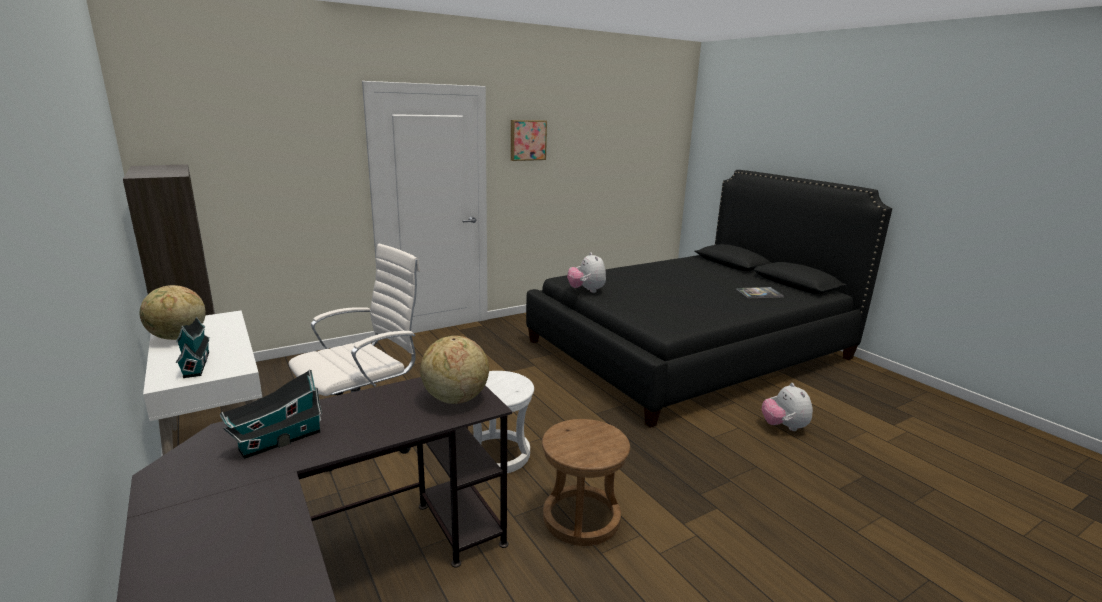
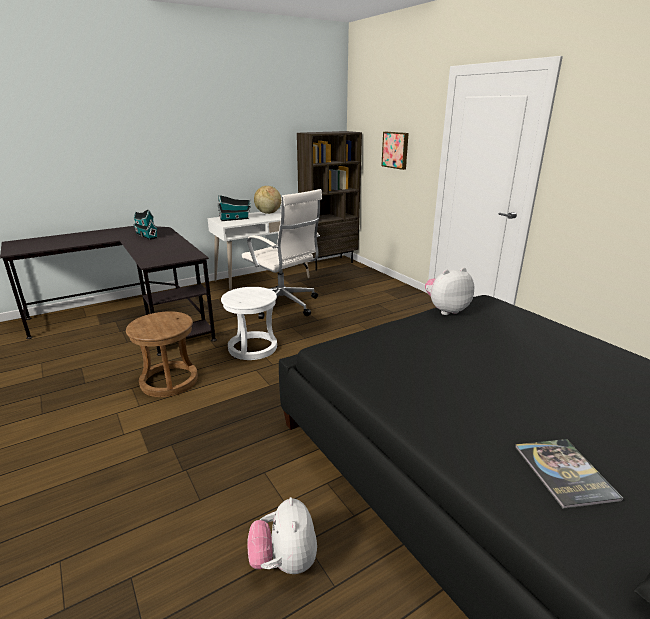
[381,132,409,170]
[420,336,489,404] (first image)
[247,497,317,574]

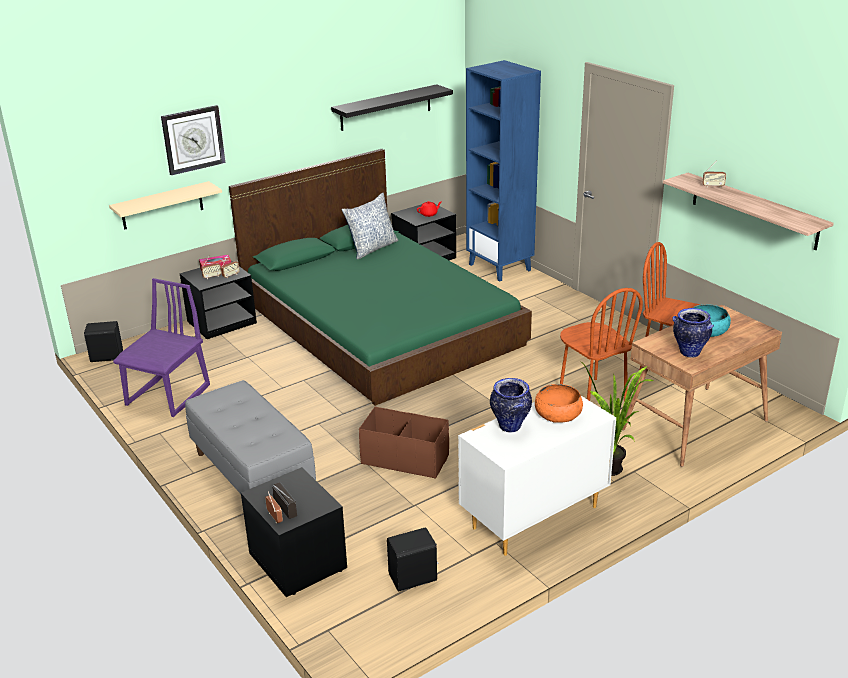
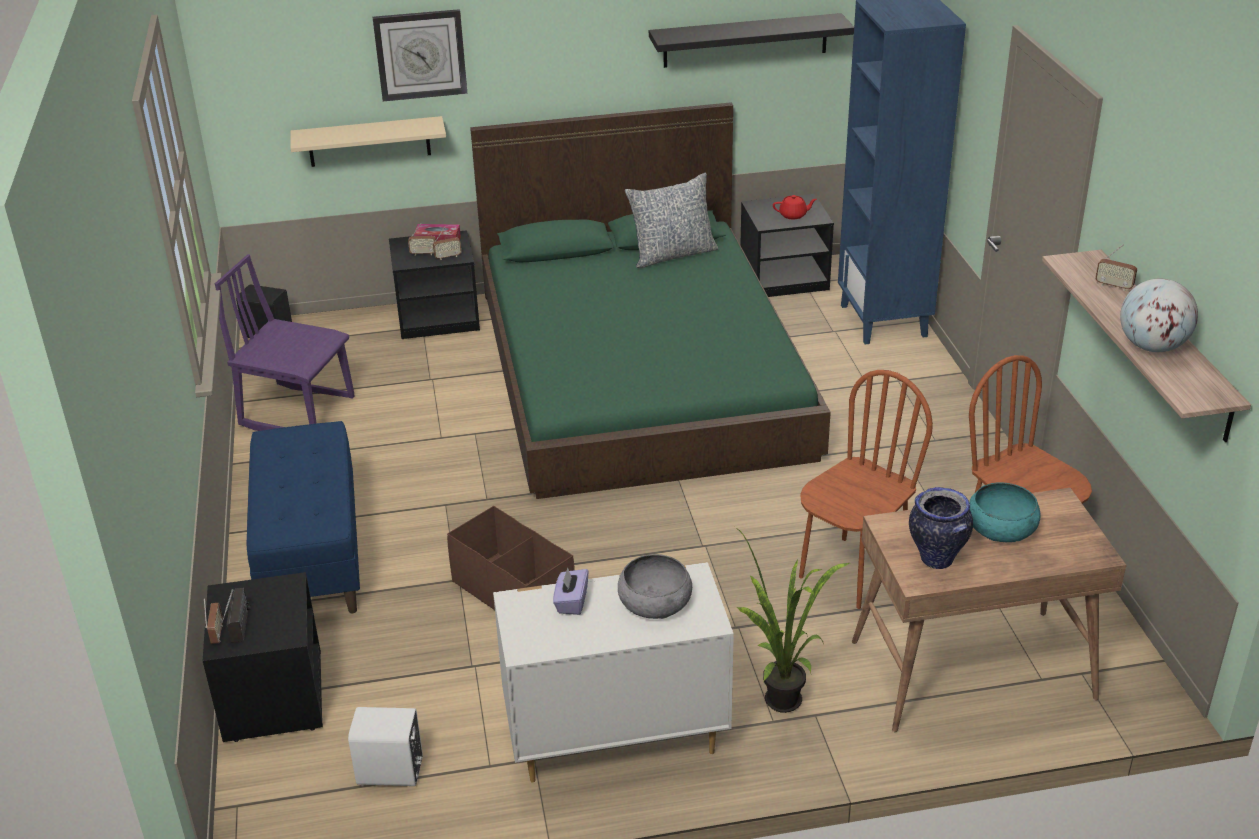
[215,254,355,431]
[799,370,933,609]
[553,567,589,615]
[246,421,360,613]
[618,554,692,619]
[348,707,423,786]
[1120,278,1198,352]

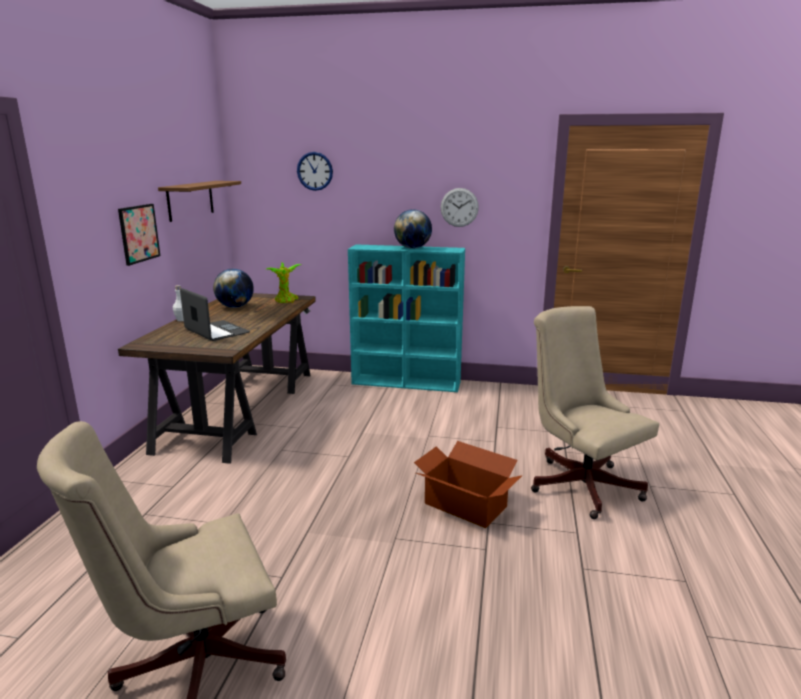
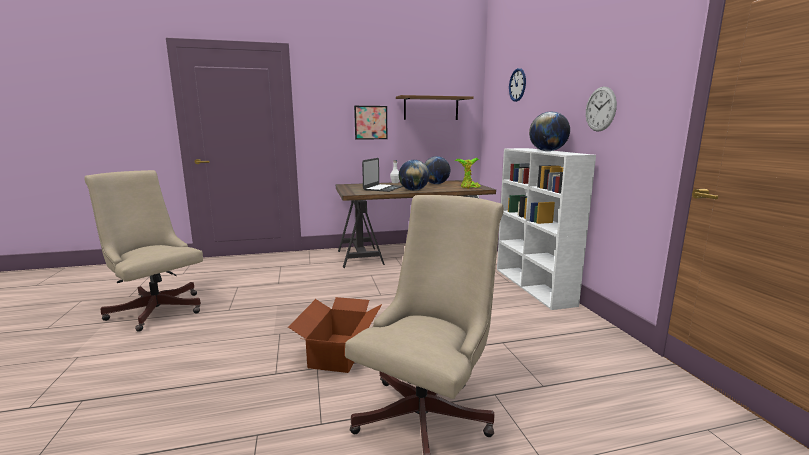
[497,148,596,310]
[399,160,429,191]

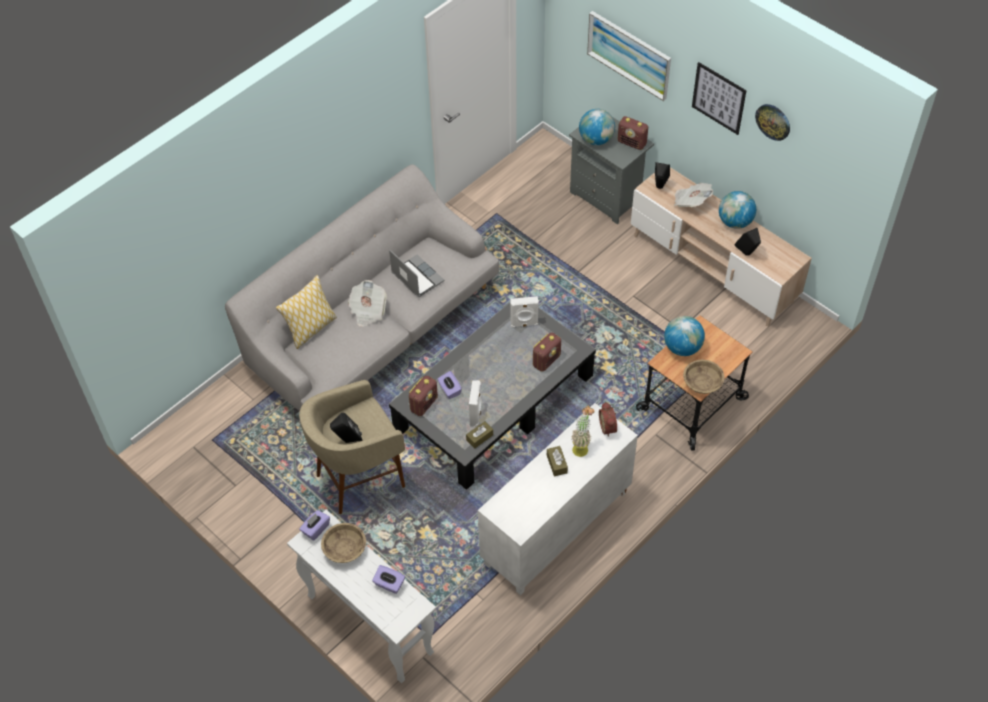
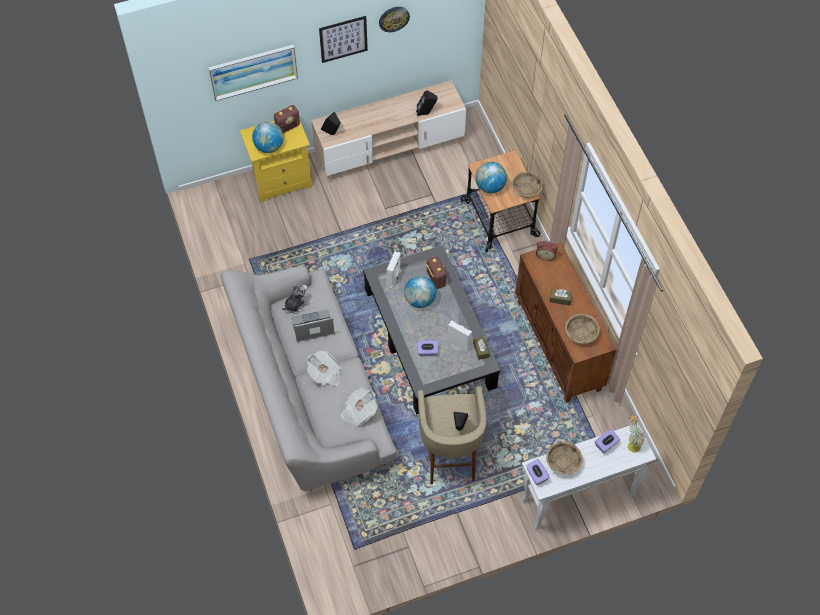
[240,121,312,202]
[341,388,377,427]
[404,276,437,308]
[276,275,337,349] (first image)
[409,376,438,416] (first image)
[515,242,616,402]
[628,414,646,452]
[282,285,309,314]
[565,314,600,344]

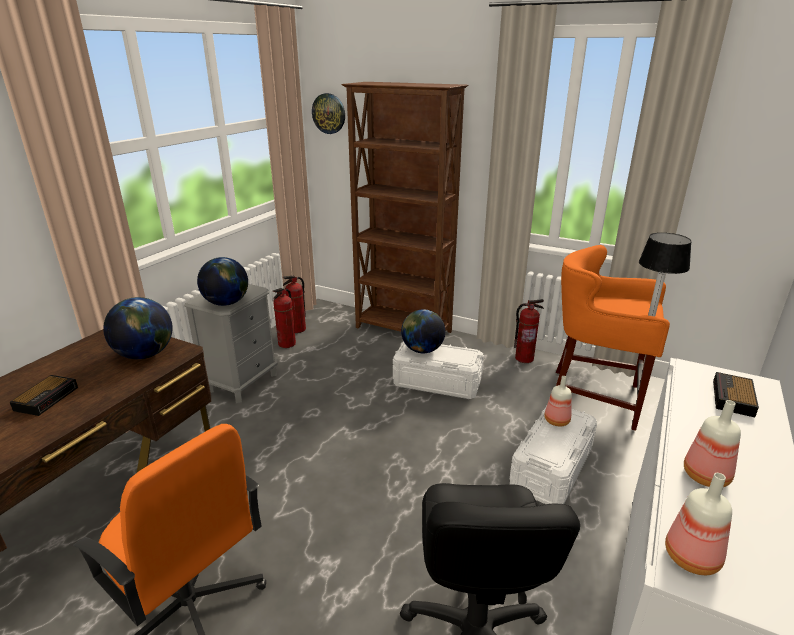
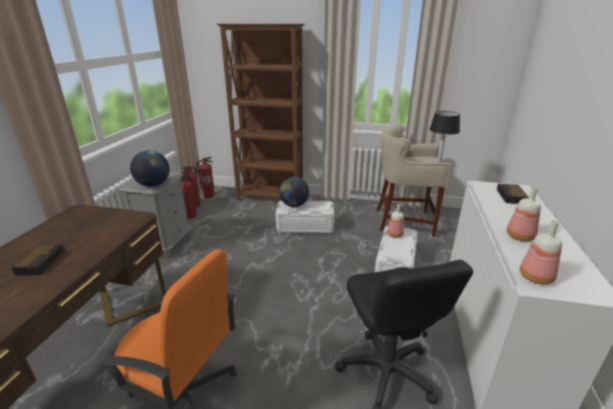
[312,93,345,134] (first image)
[377,124,452,237]
[103,297,173,359] (first image)
[197,157,215,198]

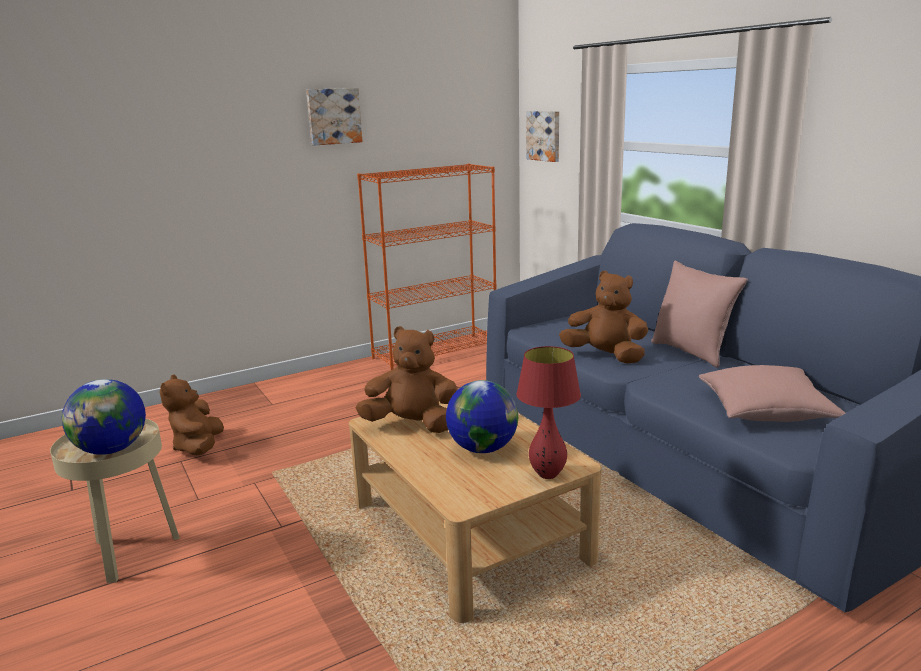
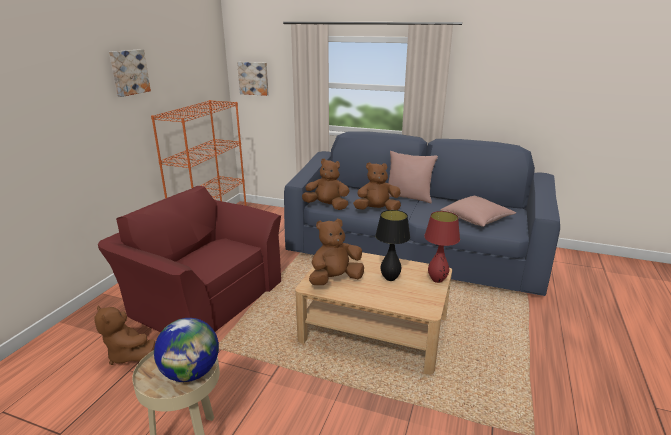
[375,210,410,281]
[302,158,350,210]
[98,186,281,333]

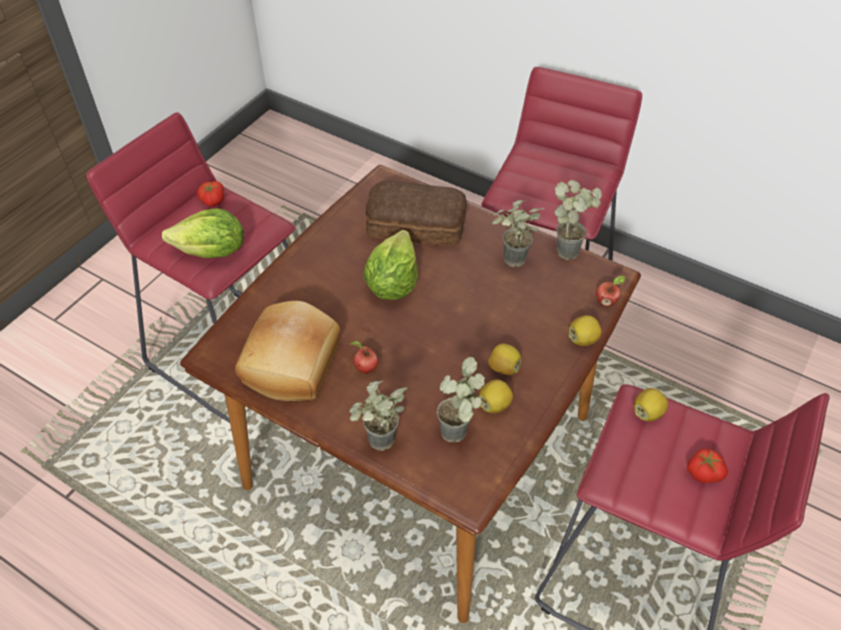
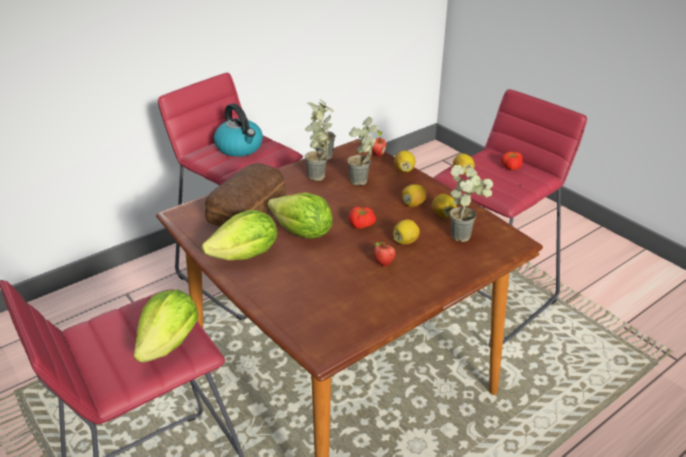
[348,206,376,229]
[235,301,341,401] (first image)
[347,117,378,185]
[214,103,263,157]
[202,210,277,260]
[393,219,420,245]

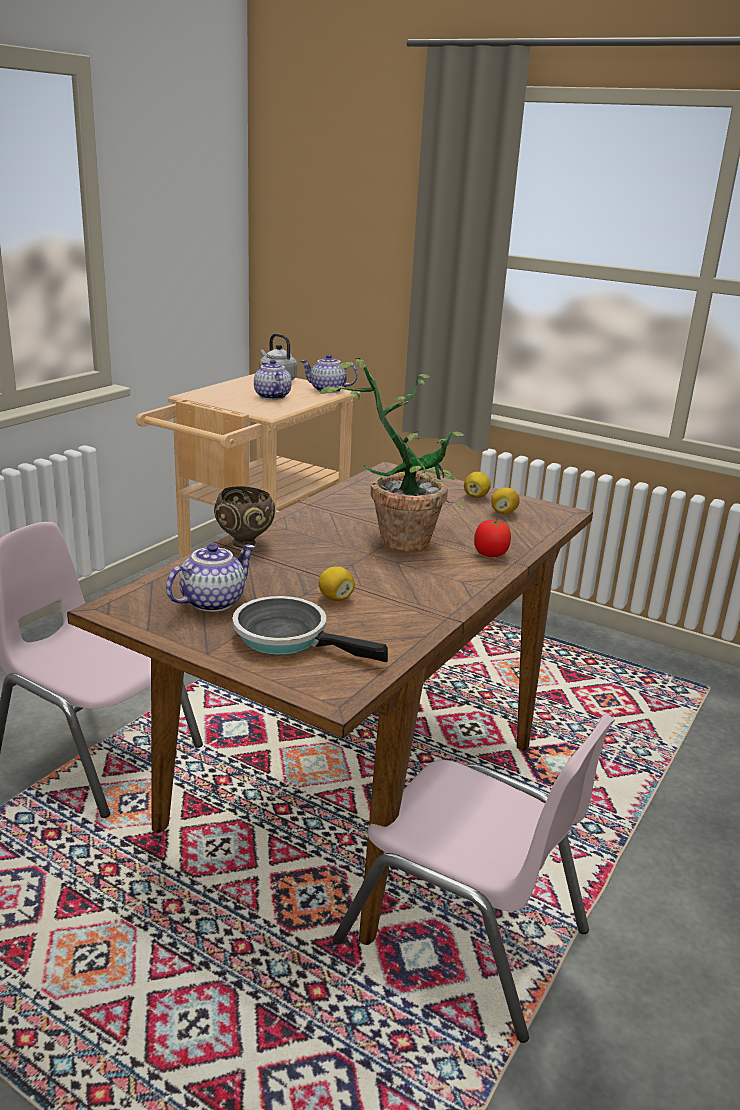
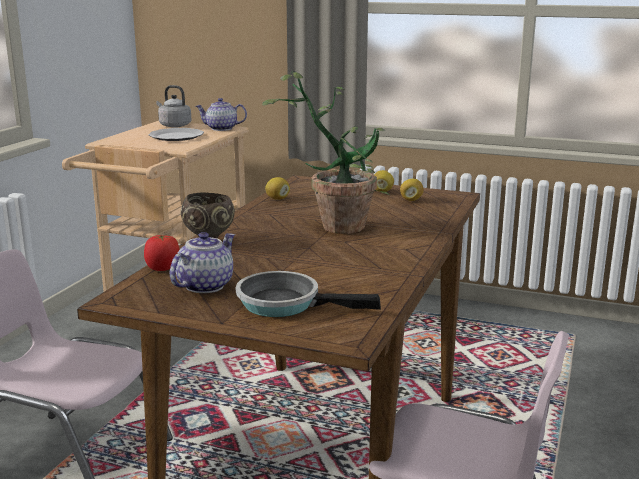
[148,128,204,141]
[144,235,180,271]
[265,177,290,200]

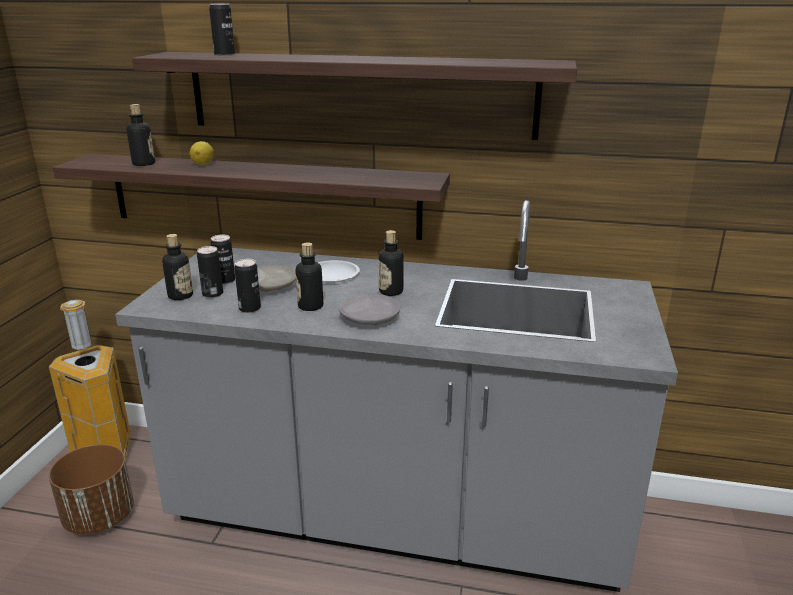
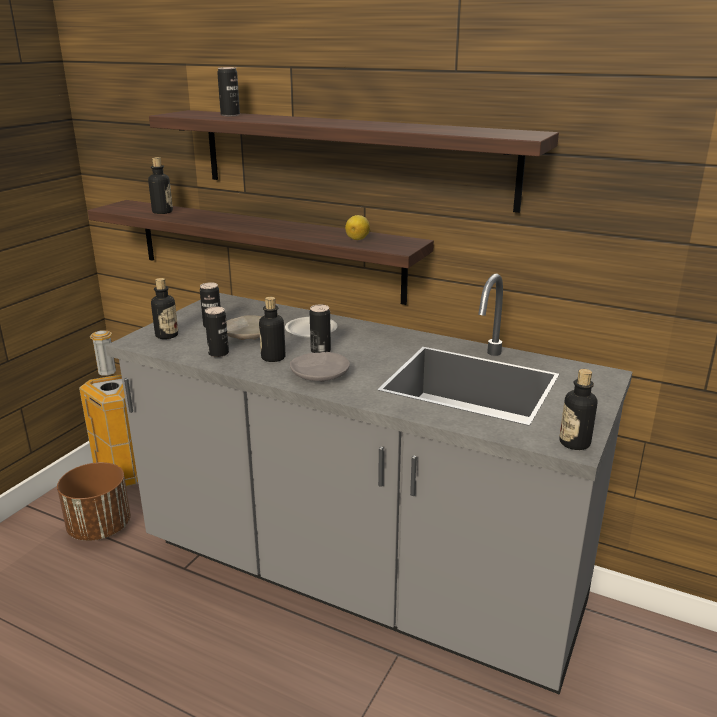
[345,215,370,240]
[559,369,597,450]
[310,304,331,353]

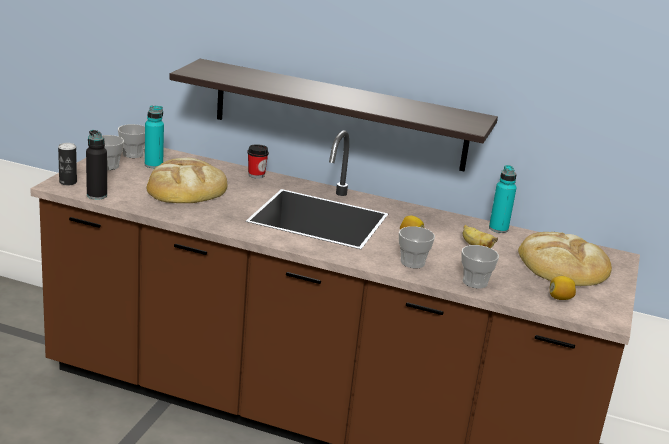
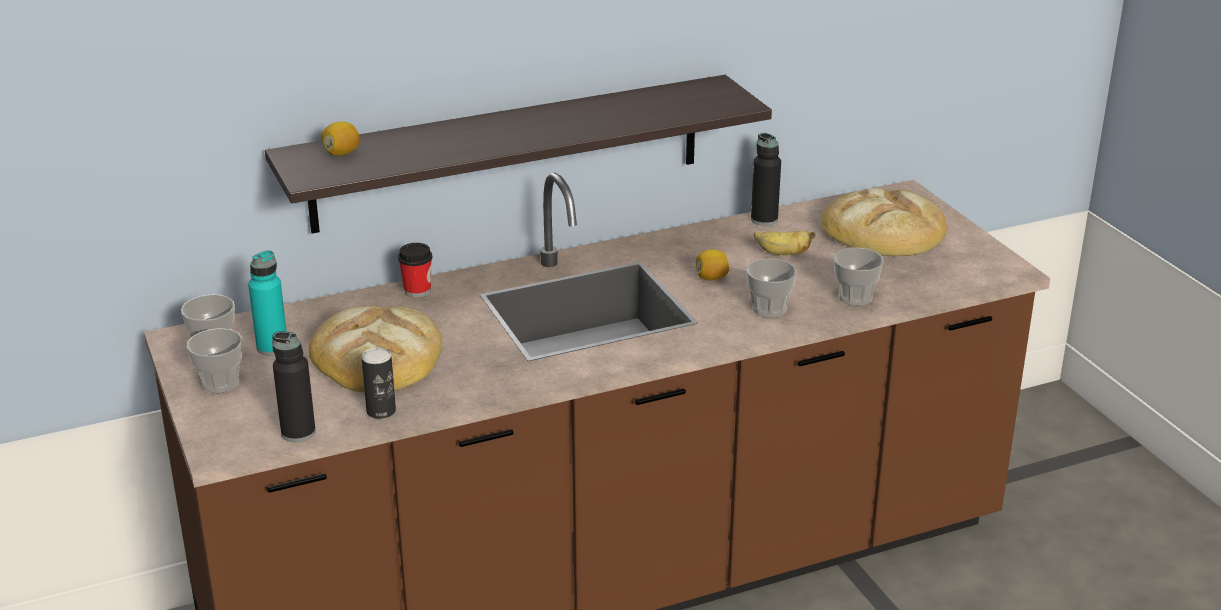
[362,347,396,419]
[751,133,781,226]
[321,122,360,156]

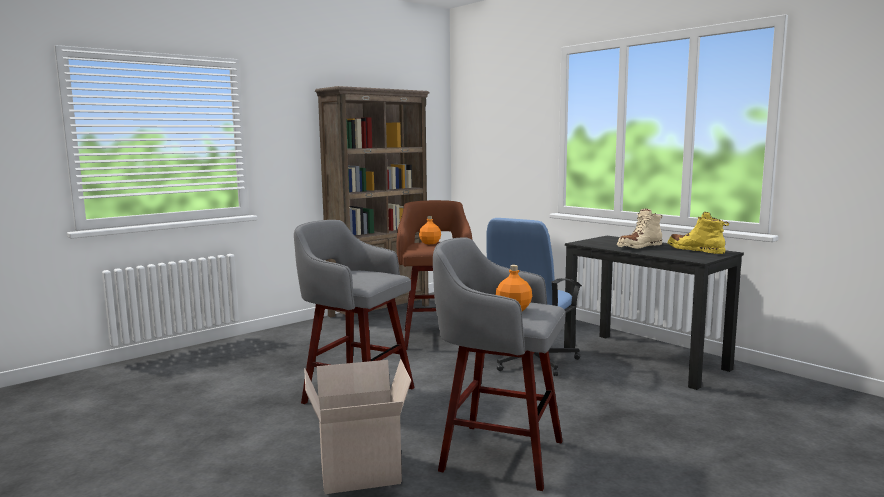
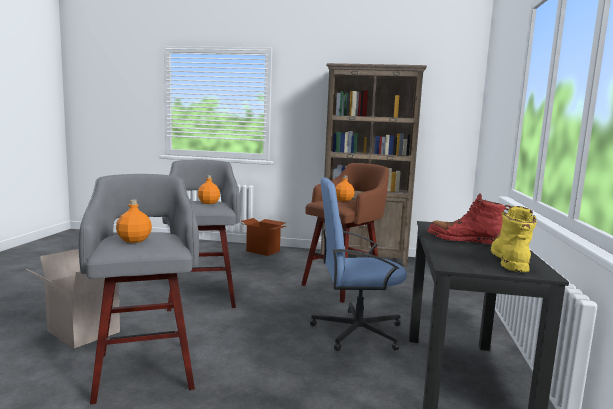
[427,193,511,245]
[198,175,220,204]
[242,218,286,256]

